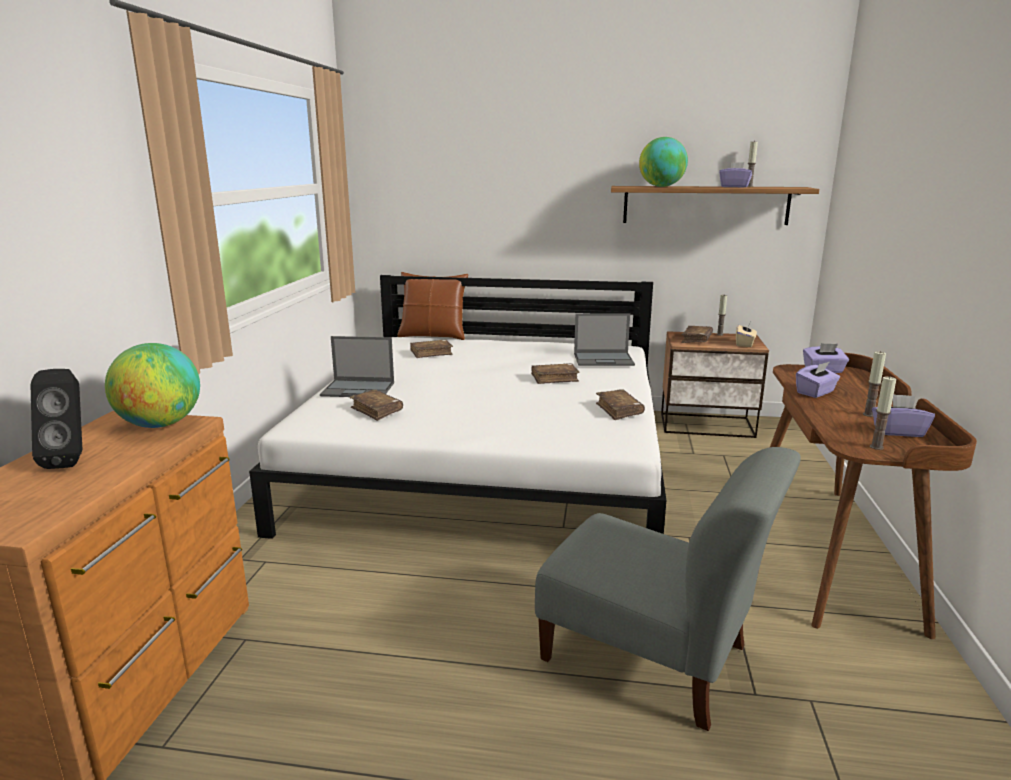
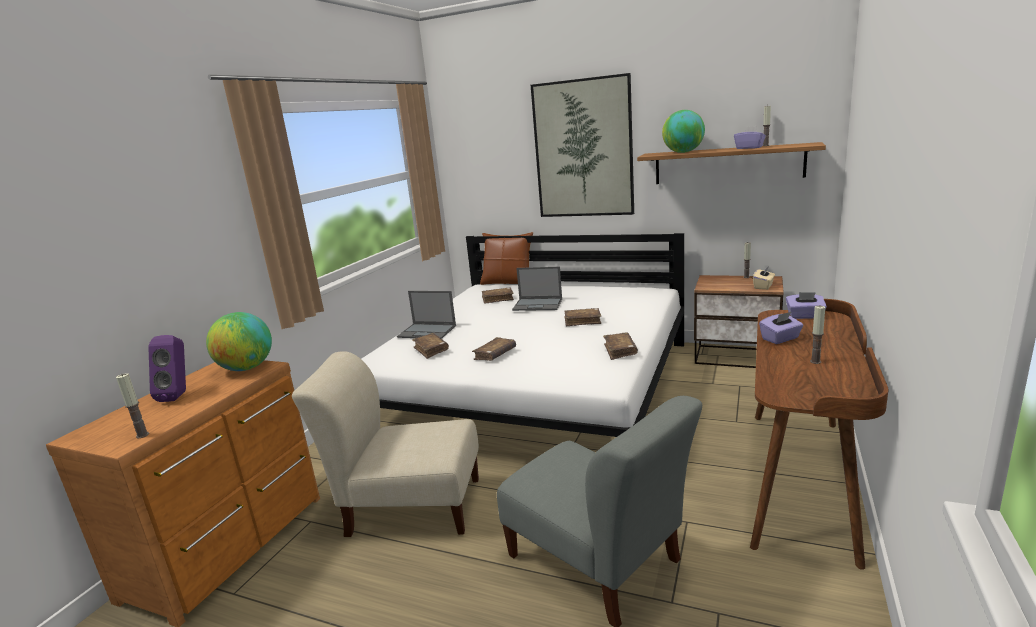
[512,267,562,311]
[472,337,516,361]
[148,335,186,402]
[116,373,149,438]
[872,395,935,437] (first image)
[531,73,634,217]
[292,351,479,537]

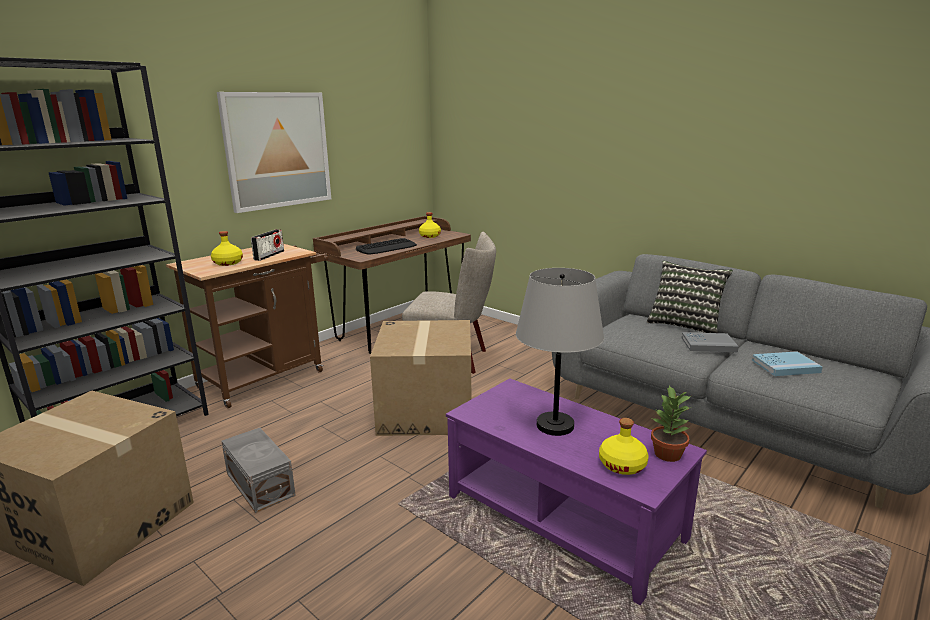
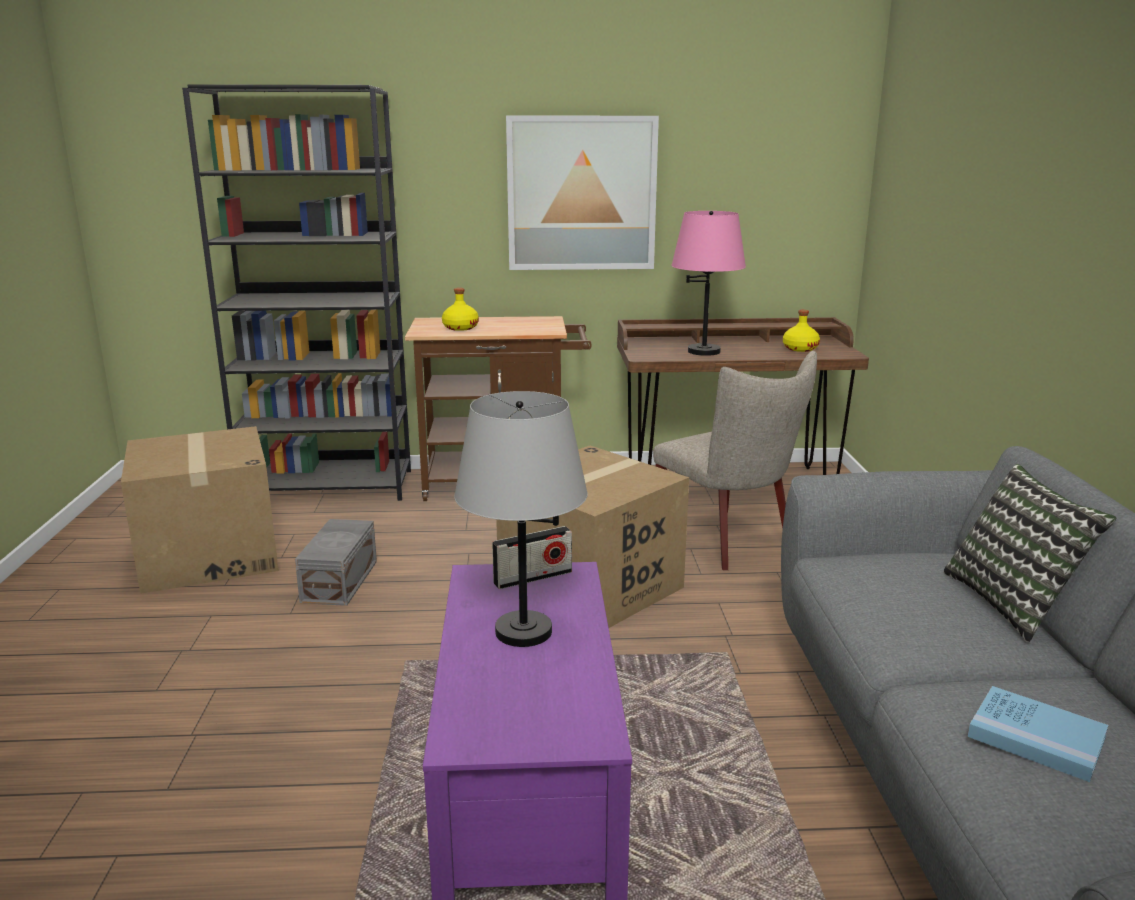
[492,526,572,589]
[671,211,746,356]
[682,332,739,352] (first image)
[651,385,691,462] (first image)
[599,418,649,475] (first image)

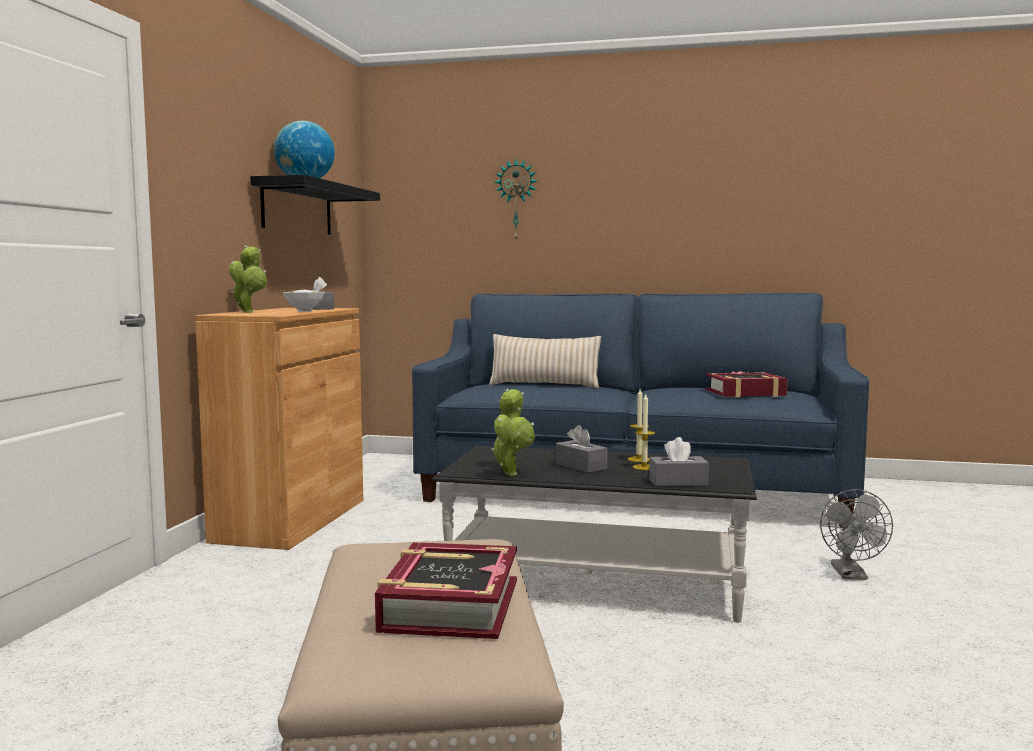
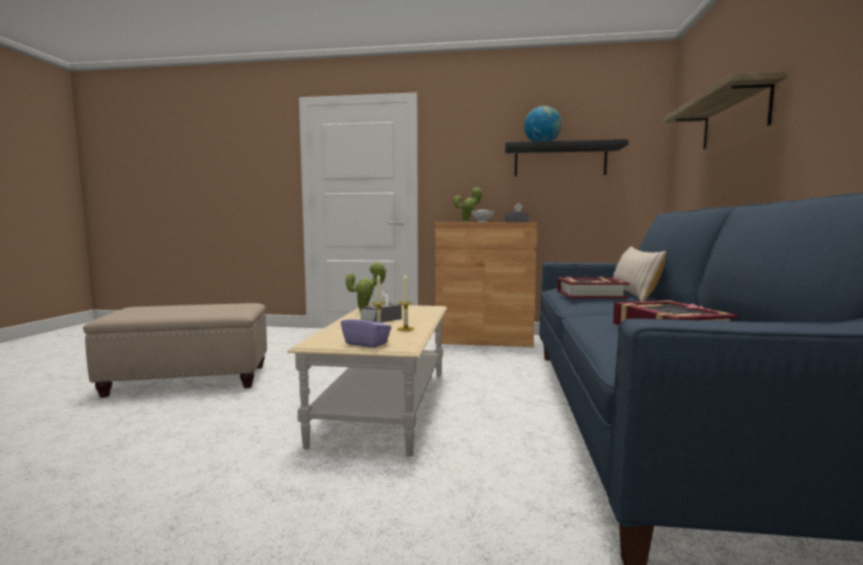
[663,71,786,149]
[649,437,709,486] (first image)
[287,304,447,457]
[820,489,893,580] (first image)
[557,277,630,298]
[341,309,391,348]

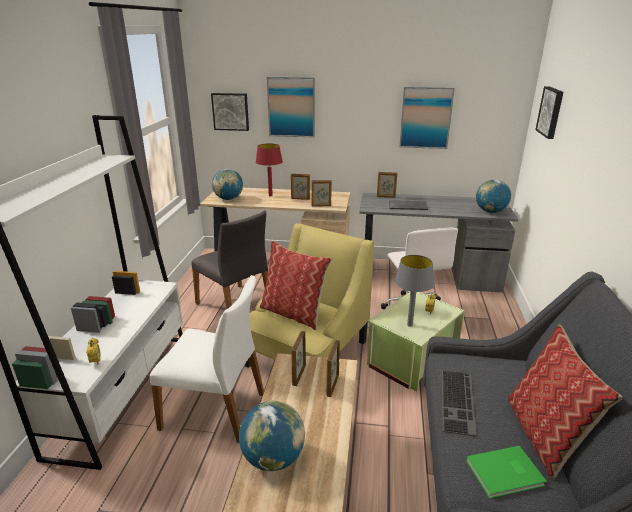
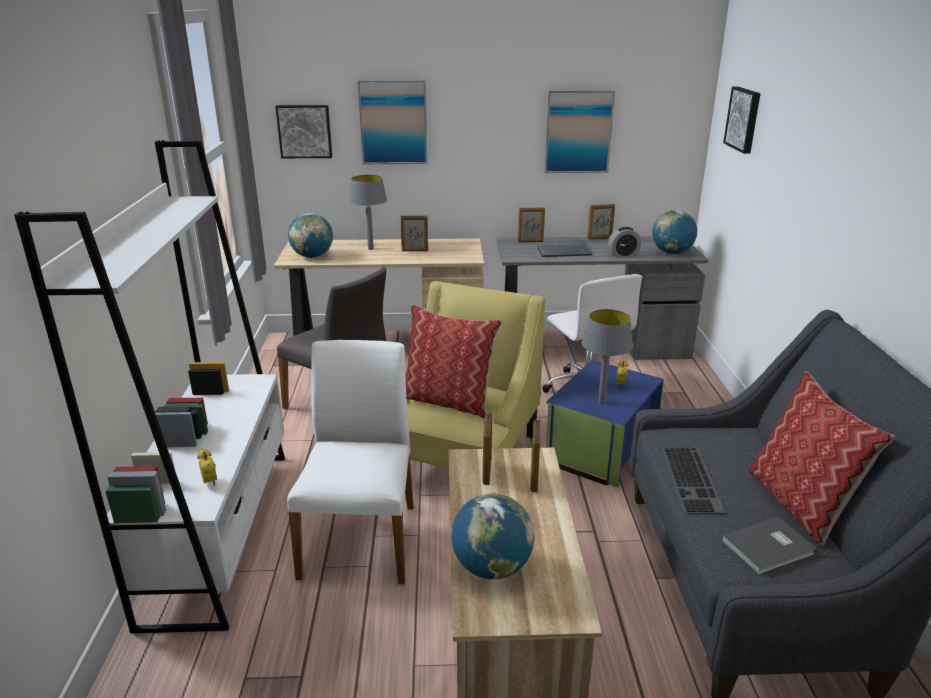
[349,175,387,250]
[587,204,615,240]
[287,340,414,584]
[546,360,664,488]
[721,517,817,575]
[608,227,641,258]

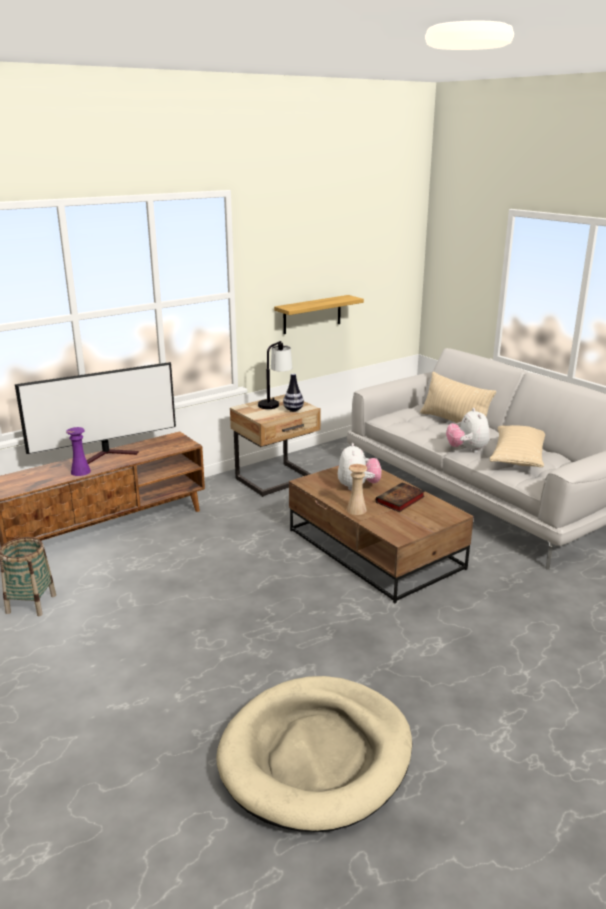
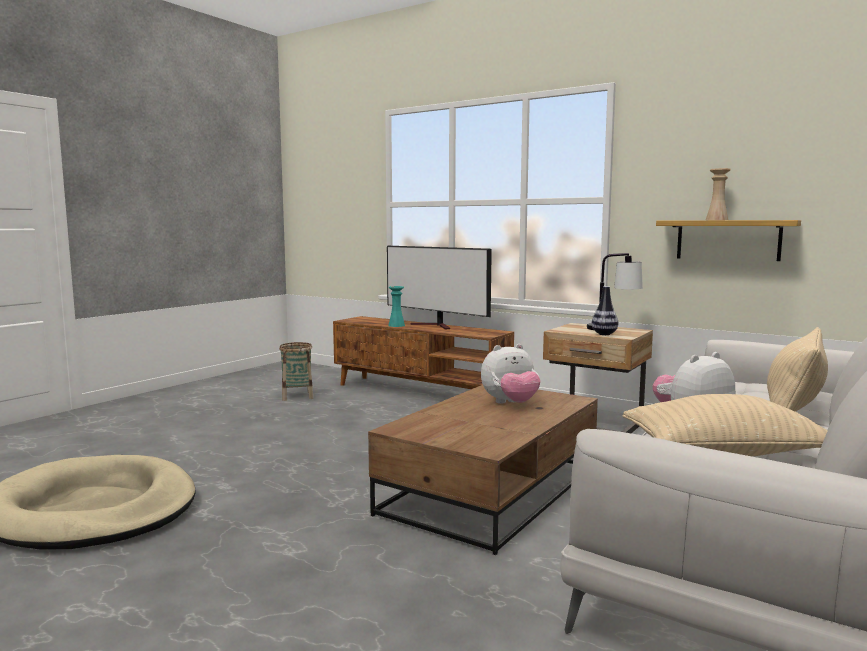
[388,286,405,327]
[706,168,731,220]
[376,482,425,512] (first image)

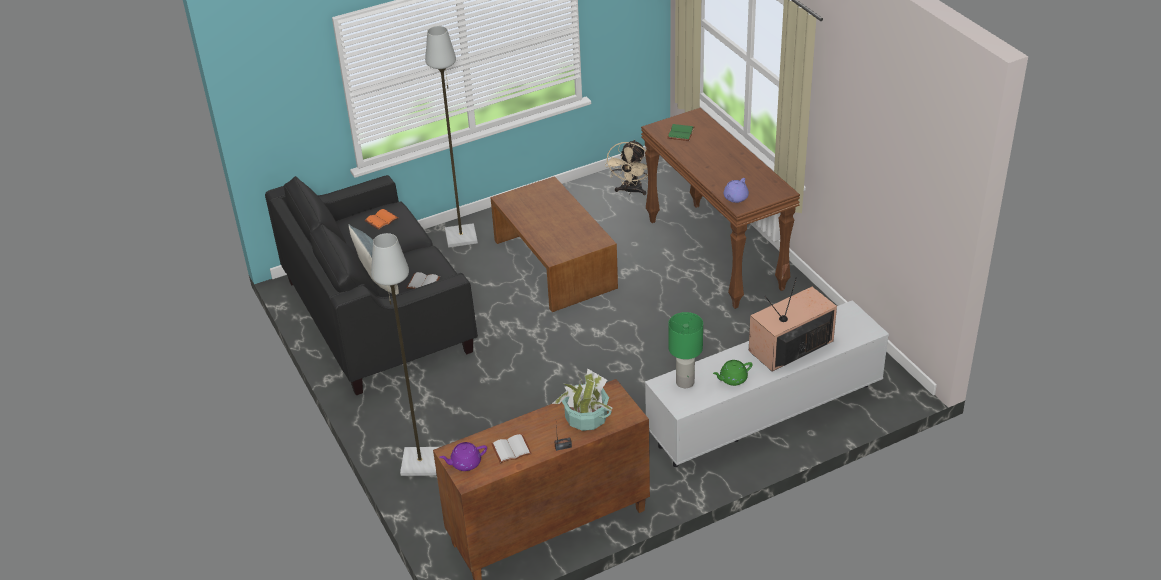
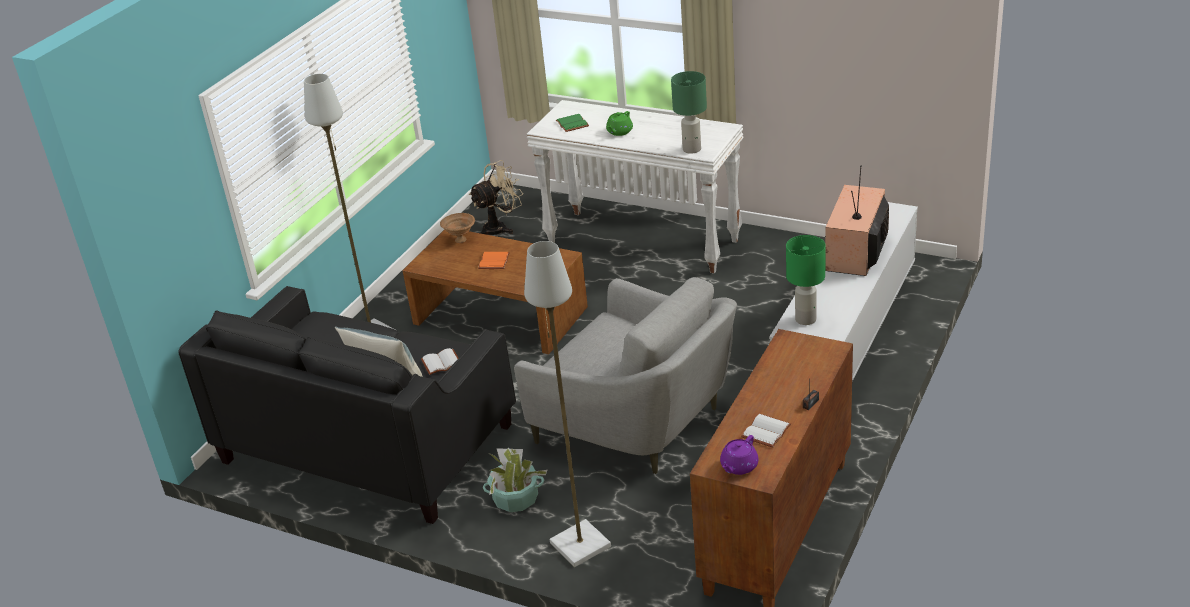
[526,100,743,273]
[469,160,523,235]
[671,71,707,154]
[478,252,510,269]
[606,111,633,136]
[483,448,547,512]
[440,213,475,243]
[514,277,737,474]

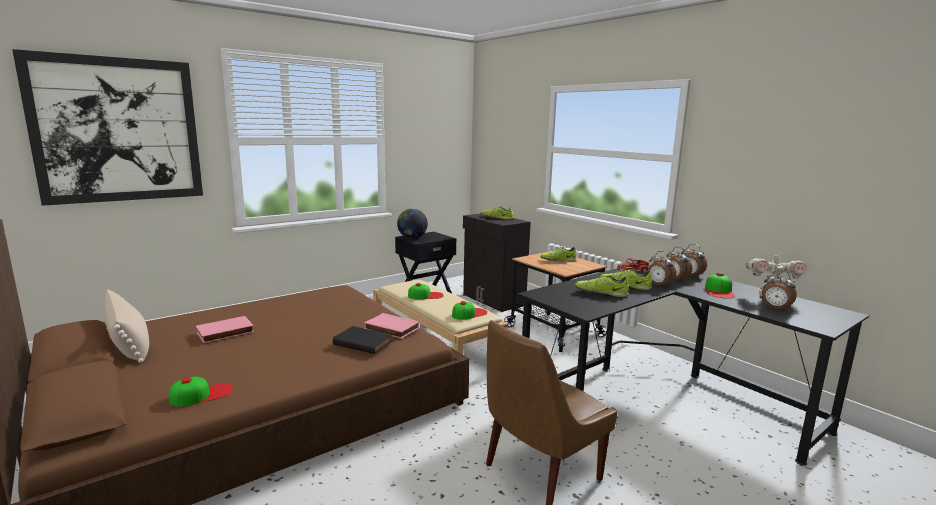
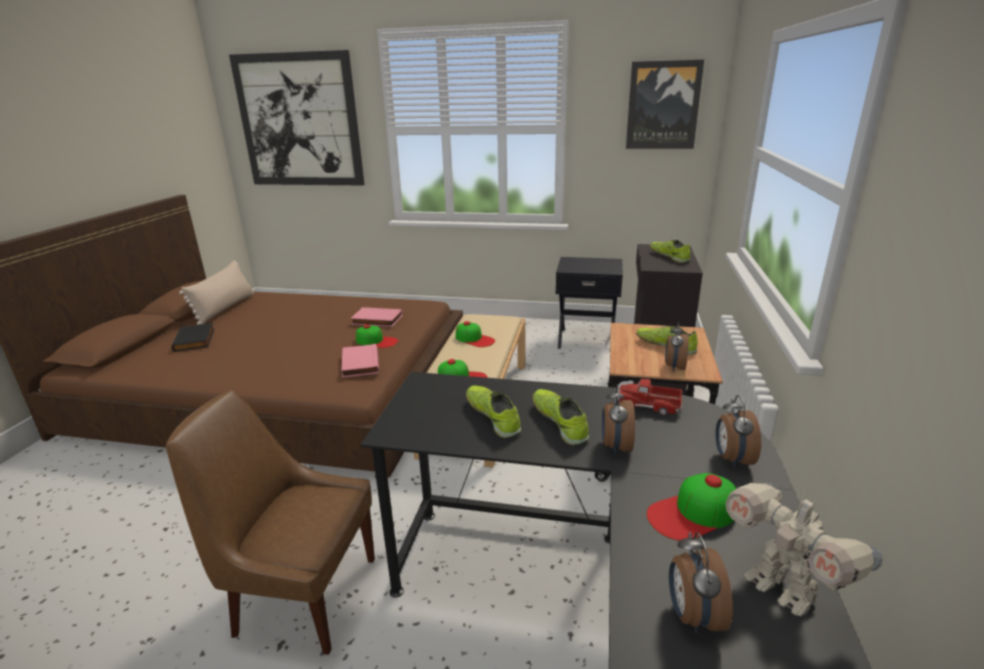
[397,209,428,239] (first image)
[665,322,689,372]
[350,307,403,327]
[172,323,214,352]
[356,324,398,348]
[626,60,704,149]

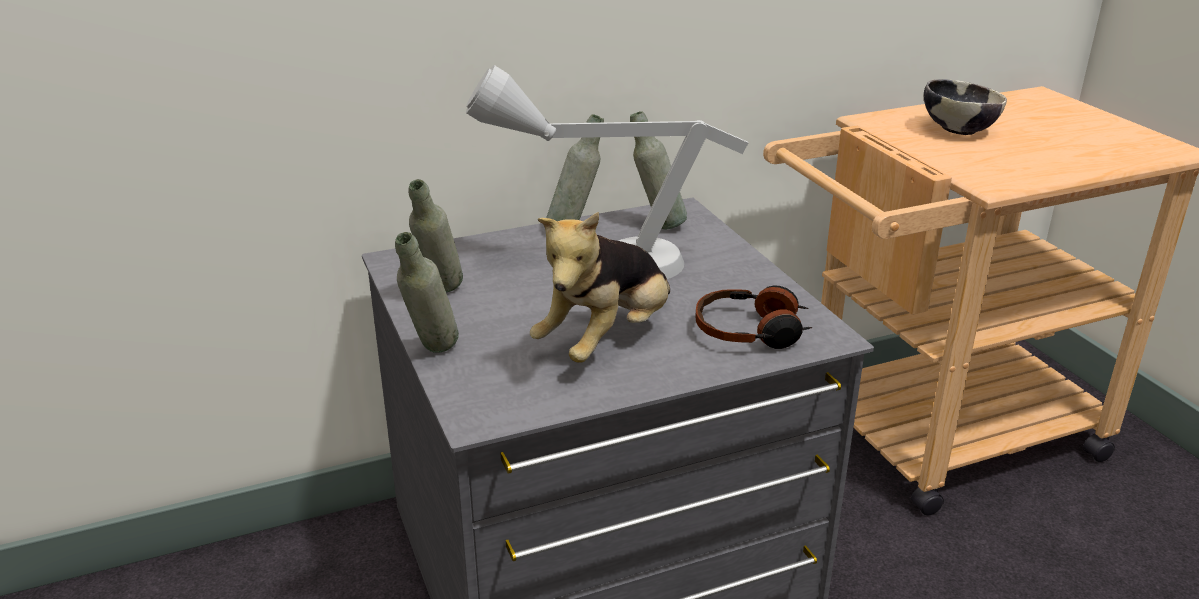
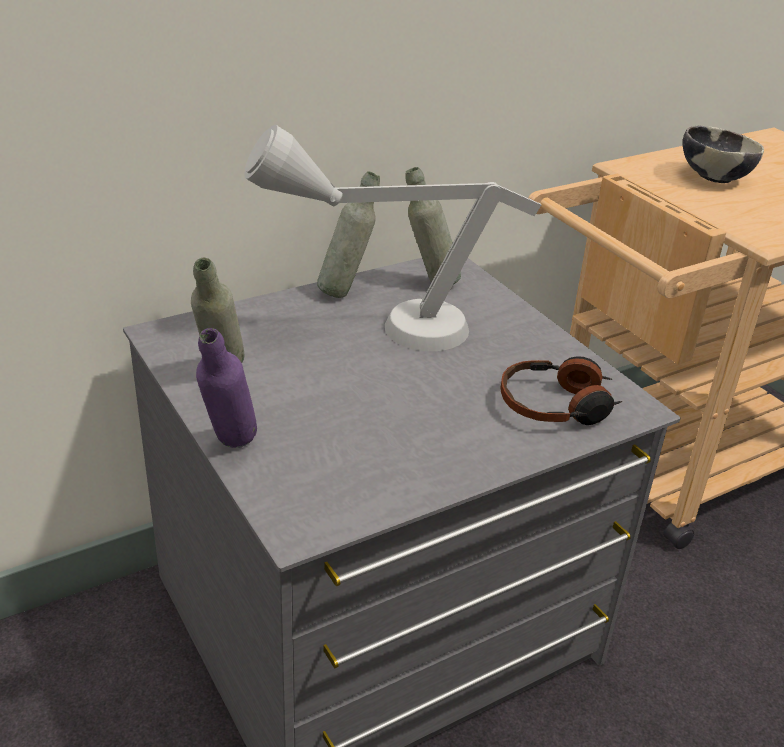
[530,212,670,363] (first image)
[196,328,257,448]

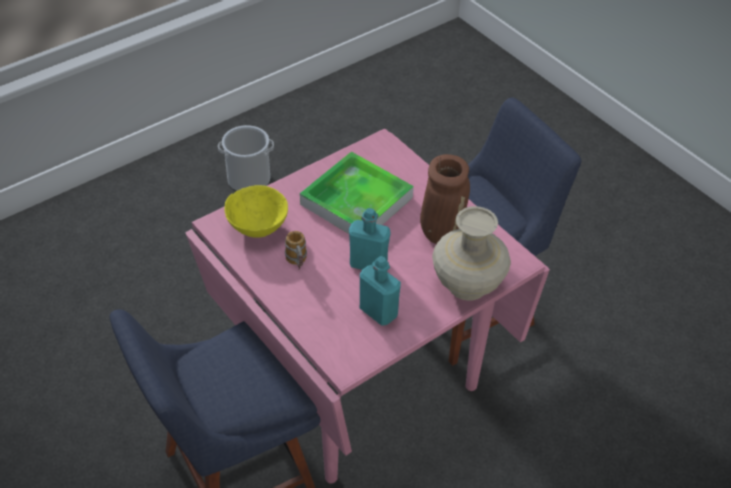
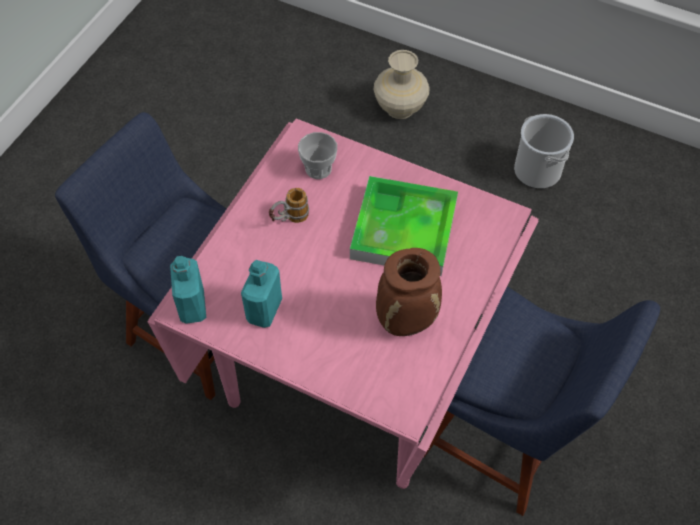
[298,132,337,179]
[373,50,430,119]
[170,256,206,324]

